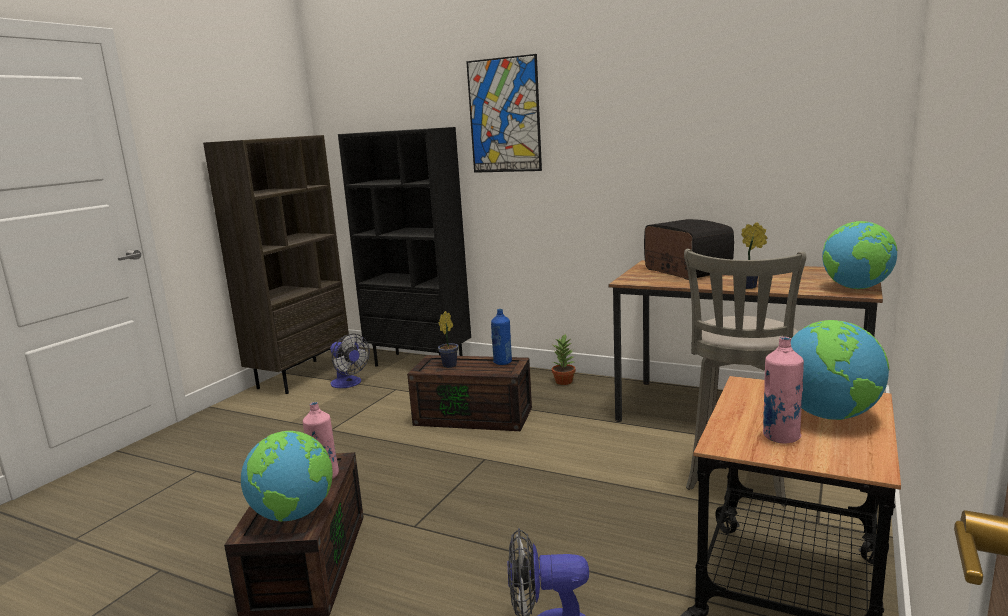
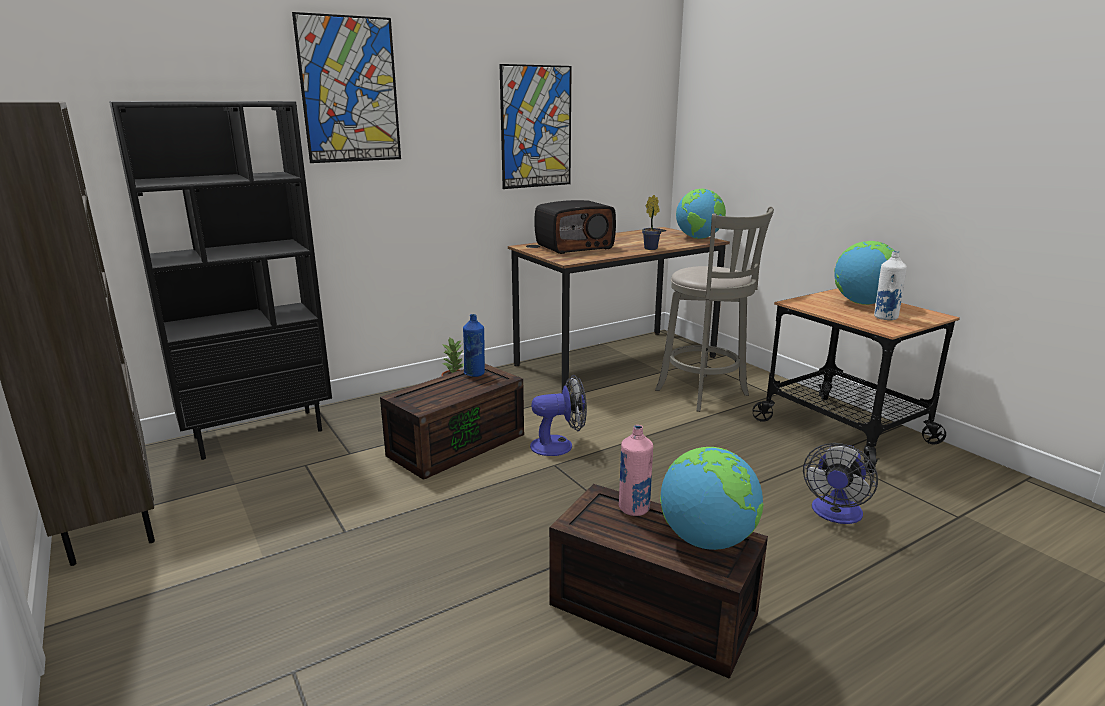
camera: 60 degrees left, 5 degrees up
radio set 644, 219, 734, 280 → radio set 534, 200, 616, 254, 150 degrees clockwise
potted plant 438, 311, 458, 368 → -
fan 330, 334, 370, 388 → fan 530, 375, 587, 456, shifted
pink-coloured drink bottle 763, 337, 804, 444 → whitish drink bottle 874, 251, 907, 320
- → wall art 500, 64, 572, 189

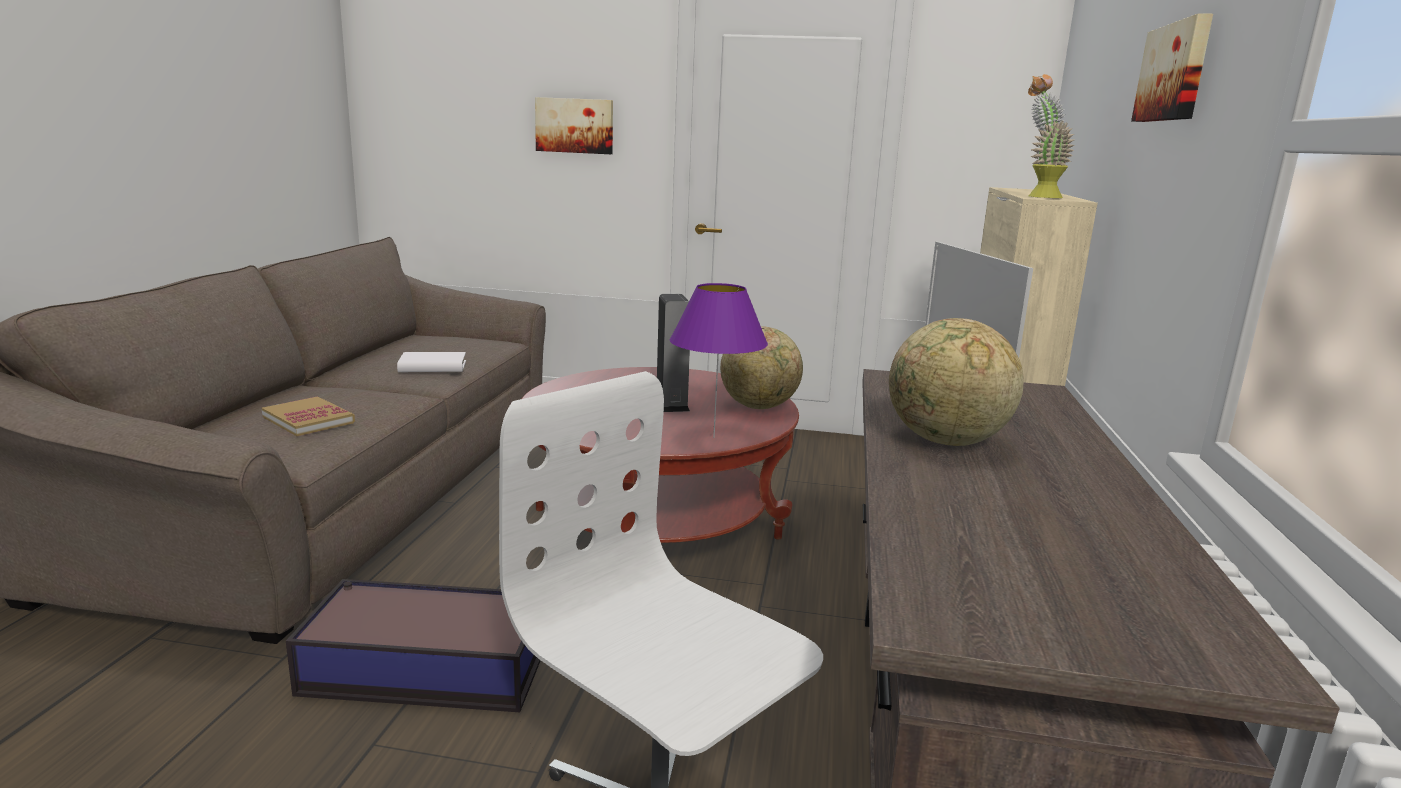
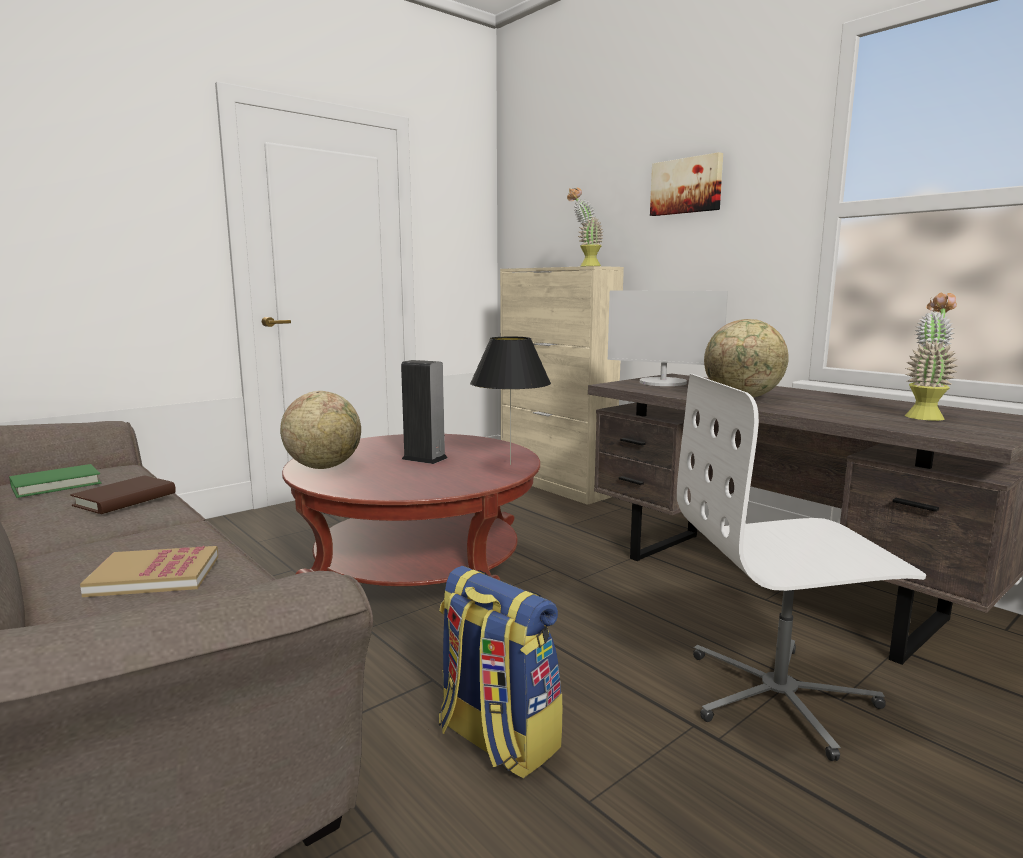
camera: 50 degrees left, 5 degrees down
wall art 535, 97, 613, 154 → -
purplish lamp for a table 669, 283, 768, 438 → blackish lamp for a table 470, 337, 551, 465
desk globe 720, 326, 803, 409 → desk globe 280, 391, 361, 469, shifted
whitish book 397, 352, 466, 372 → brown book 70, 475, 176, 514
storage box 286, 579, 541, 712 → rucksack 439, 566, 562, 778
- → potted plant 905, 293, 958, 421
- → greenish book 9, 464, 102, 498

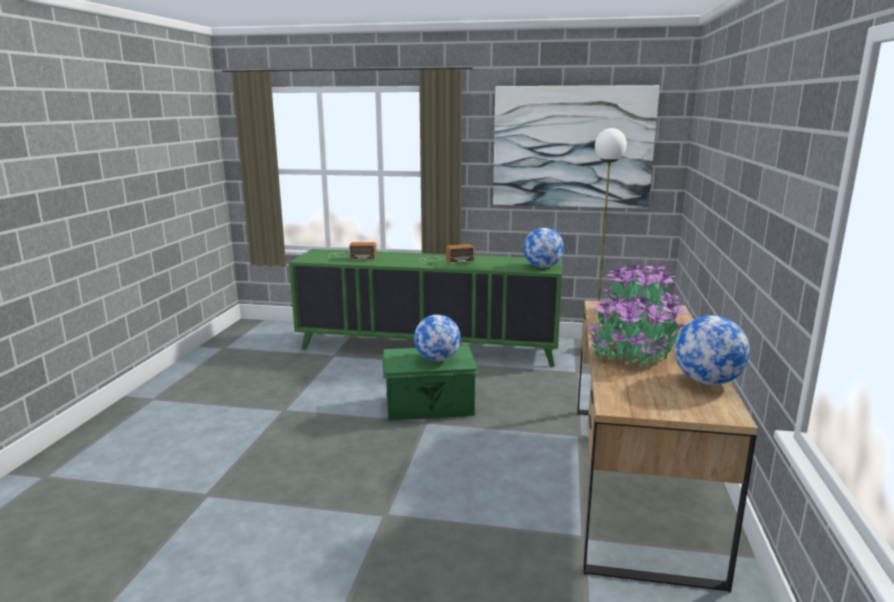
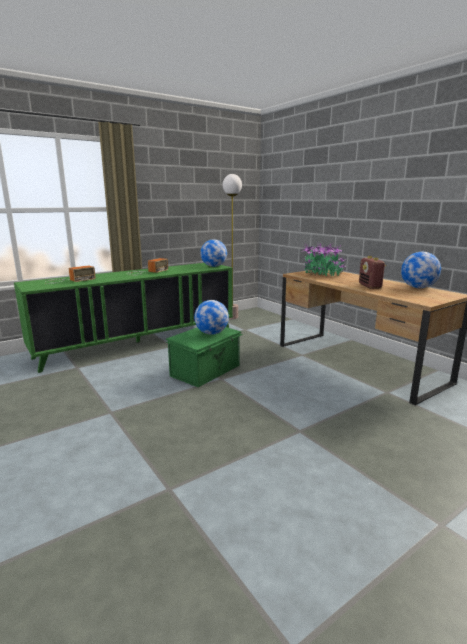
camera: 45 degrees left, 0 degrees up
wall art 493, 85, 660, 209 → -
potted plant 586, 290, 689, 368 → radio set 359, 256, 386, 289

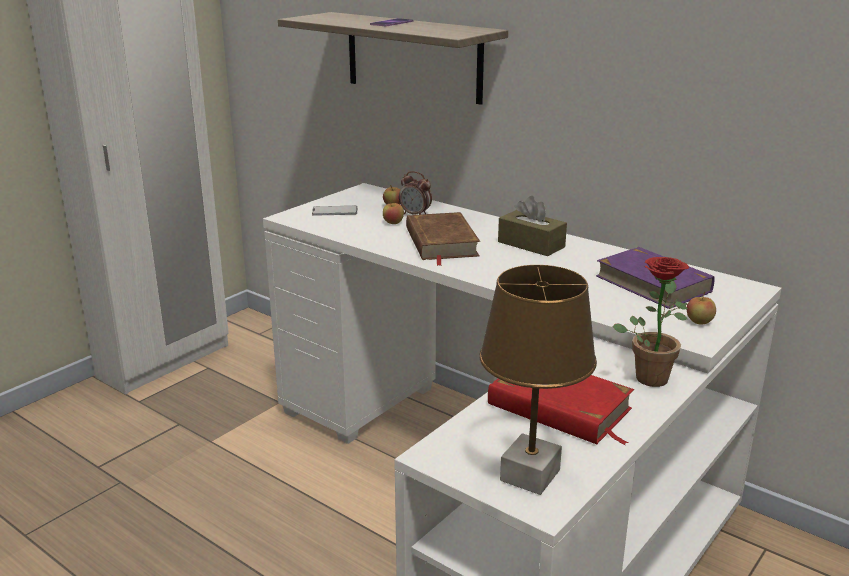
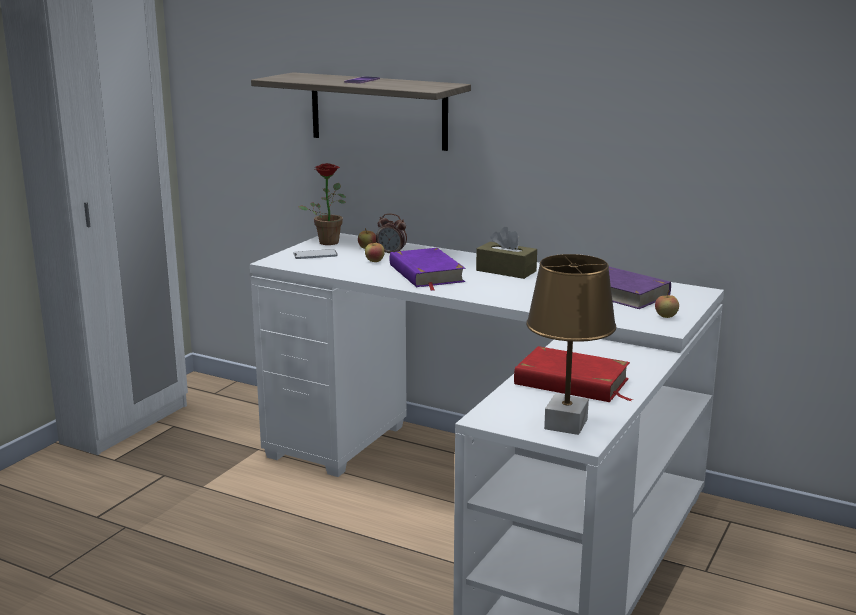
camera: 10 degrees left, 5 degrees down
brown book 406, 212, 480, 266 → purplish book 389, 248, 465, 291
potted plant 612, 257, 689, 387 → potted plant 299, 163, 347, 245, shifted

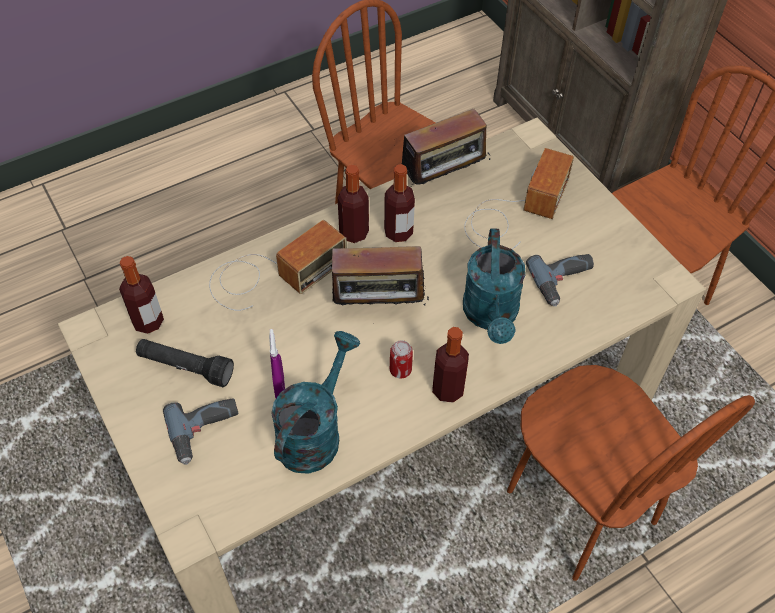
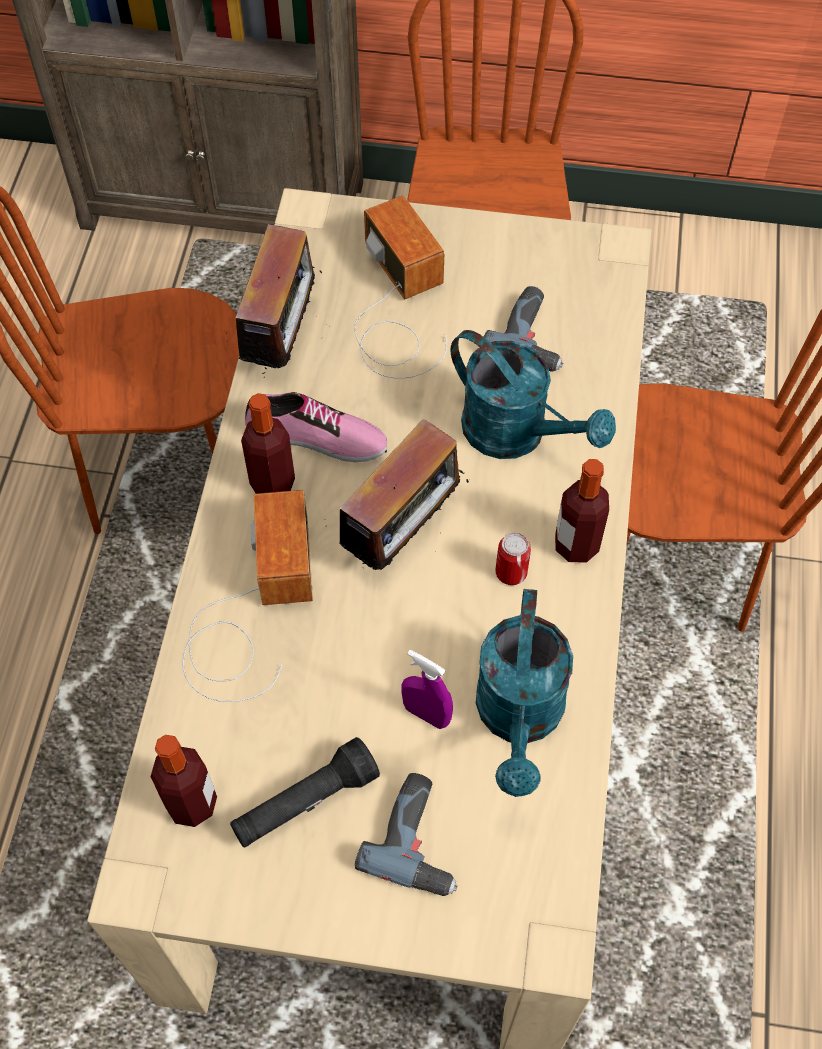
camera: 50 degrees left, 5 degrees up
drink bottle 384, 164, 415, 242 → shoe 245, 392, 387, 462
turquoise sprinkling can 271, 331, 360, 474 → turquoise sprinkling can 476, 589, 573, 797, 150 degrees counterclockwise

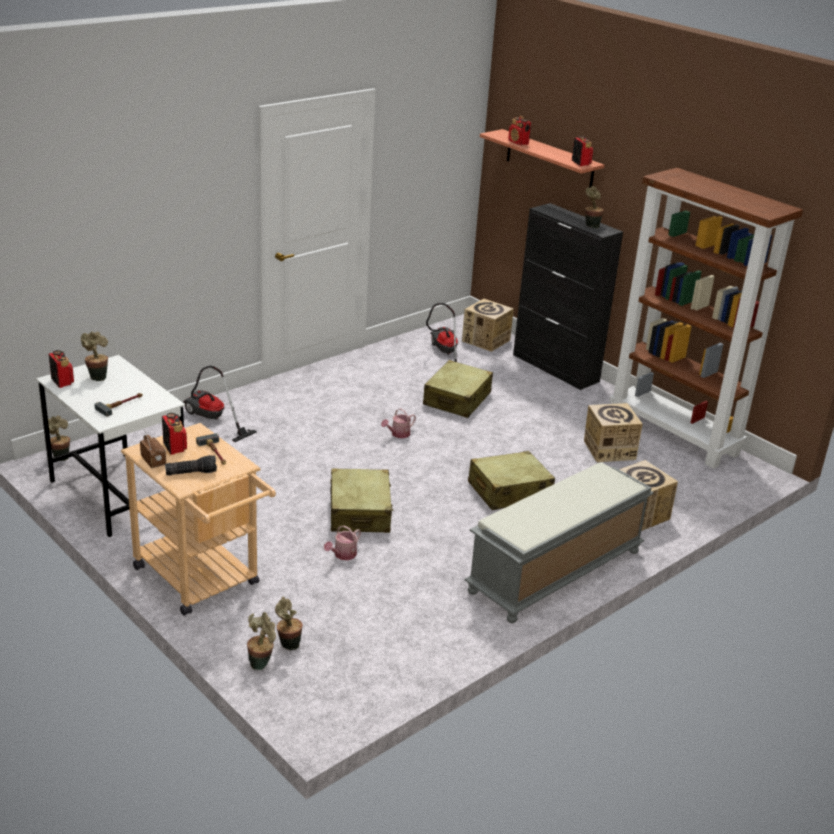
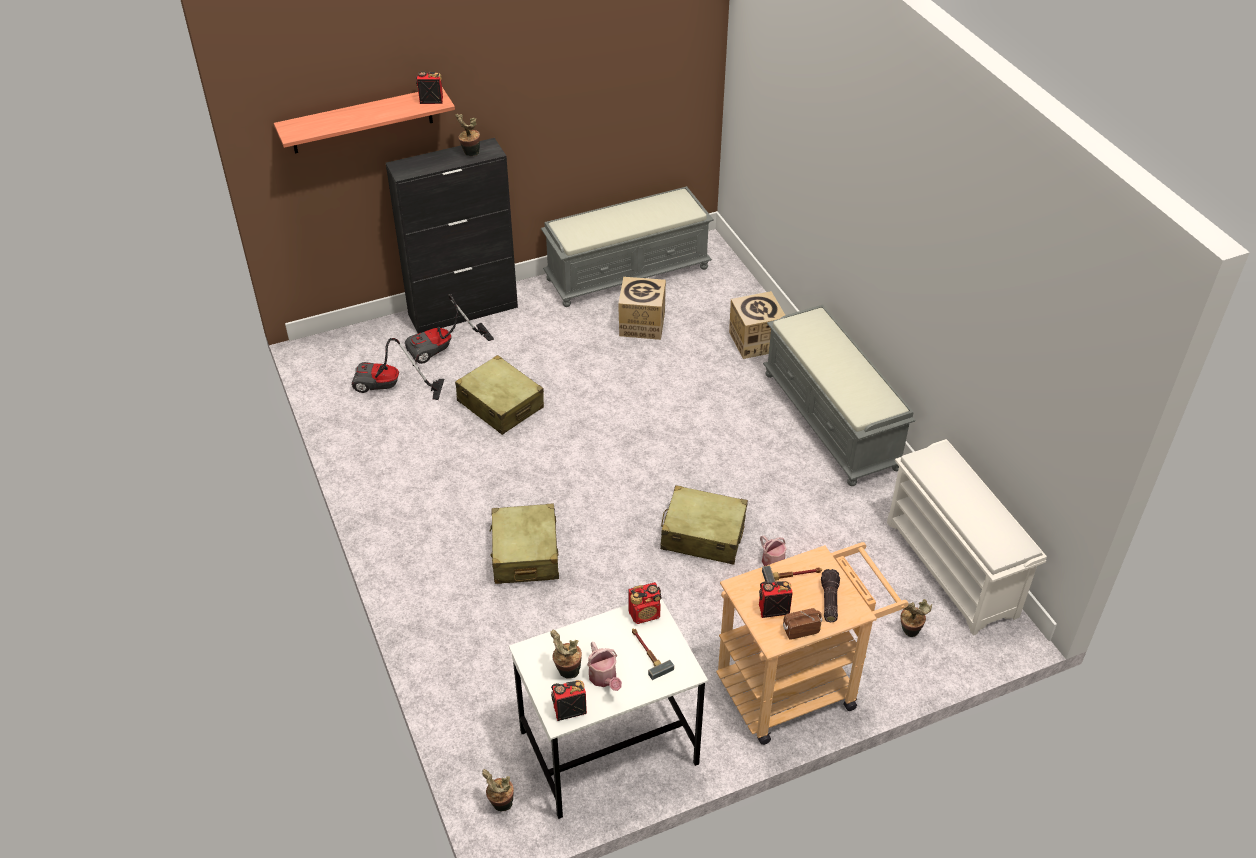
camera: 70 degrees left, 15 degrees up
radio set 508, 116, 531, 145 → radio set 628, 582, 662, 624, shifted
brown bookcase 609, 168, 803, 469 → greyish bench 541, 186, 714, 307
carton 462, 299, 514, 352 → -
vacuum cleaner 183, 366, 257, 442 → vacuum cleaner 405, 294, 494, 364, shifted
sprinkling can 381, 408, 416, 438 → sprinkling can 587, 642, 622, 691, shifted
sand-coloured travel case 468, 451, 555, 510 → sand-coloured travel case 490, 504, 559, 584, shifted
potted plant 247, 612, 276, 670 → -
- → whitish shoe shelf 887, 439, 1047, 635

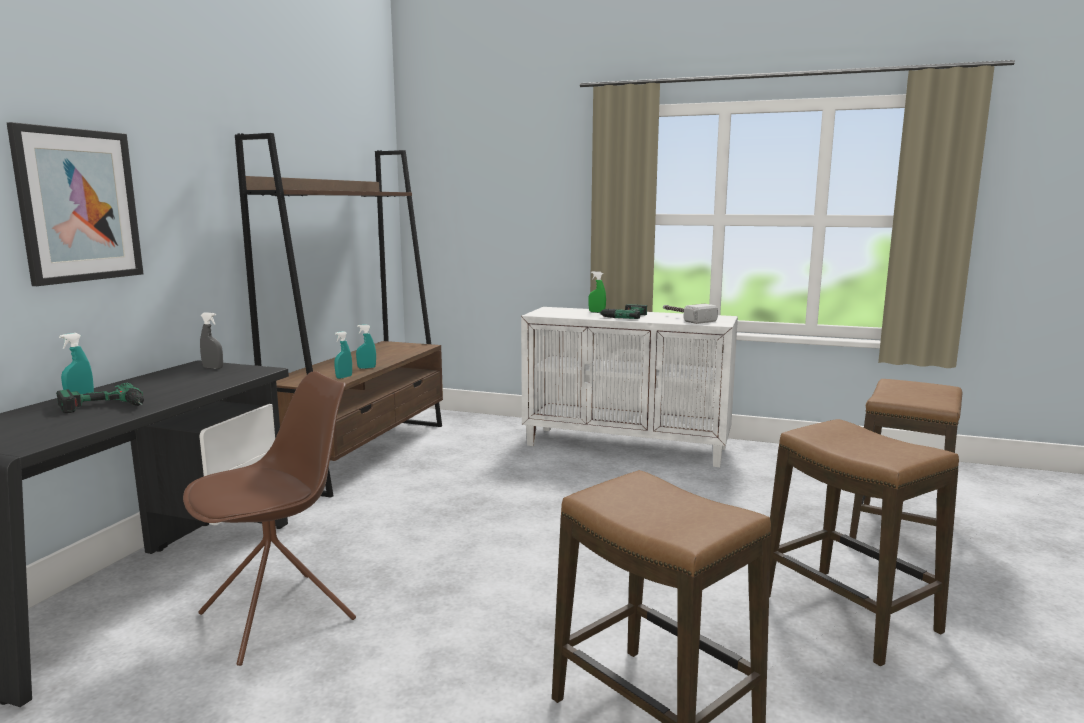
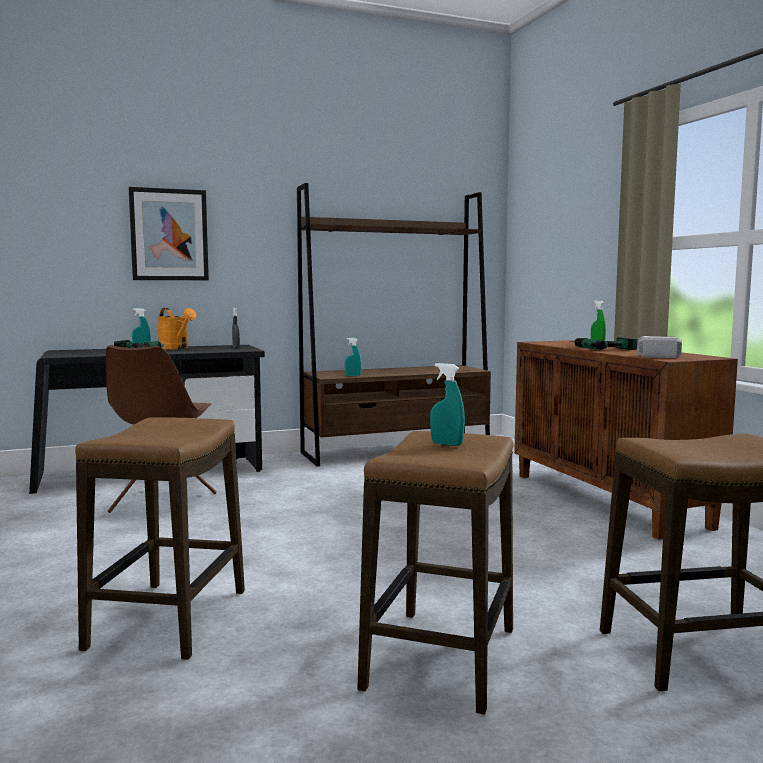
camera: 50 degrees right, 5 degrees down
whitish cabinet 521, 307, 738, 467 → brown cabinet 514, 340, 738, 540
turquoise sprayer 356, 324, 376, 369 → turquoise sprayer 430, 363, 465, 446, shifted
brown upright chair 183, 371, 356, 666 → brown upright chair 106, 345, 217, 513, 90 degrees clockwise
- → orange-coloured sprinkling can 157, 308, 196, 349

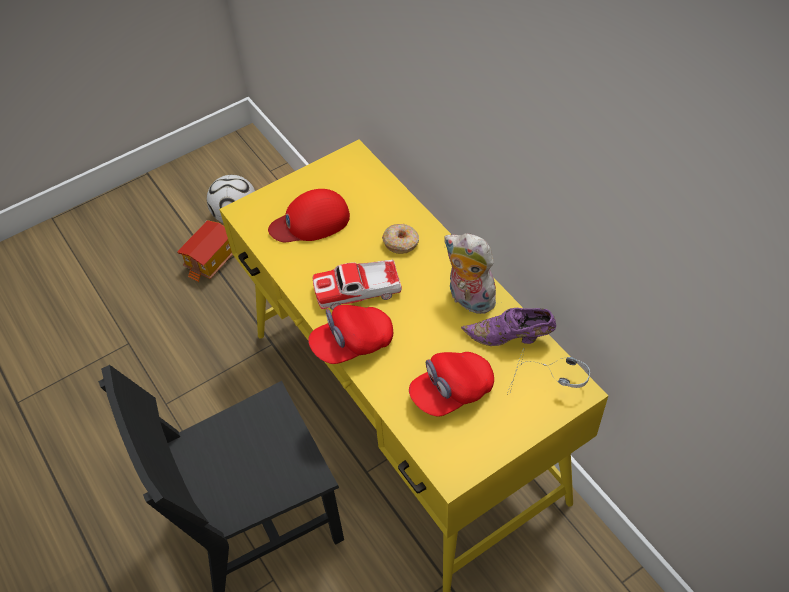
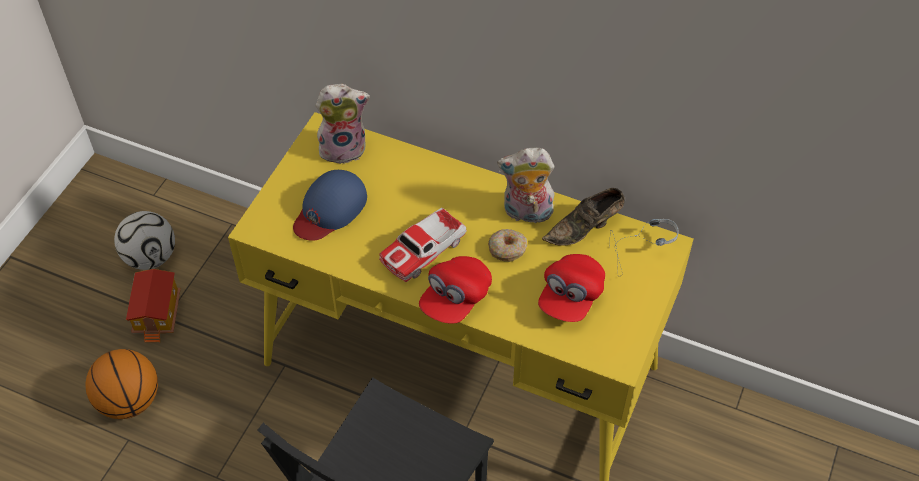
camera: 35 degrees left, 0 degrees up
red-coloured cap 268, 189, 350, 242 → blue cap 293, 170, 367, 241
donut 382, 224, 419, 254 → donut 488, 229, 527, 262, shifted
purplish shoe 461, 308, 556, 346 → brown shoe 542, 188, 625, 246
- → soft toy 316, 84, 370, 165
- → ball for basketball 85, 349, 158, 419

